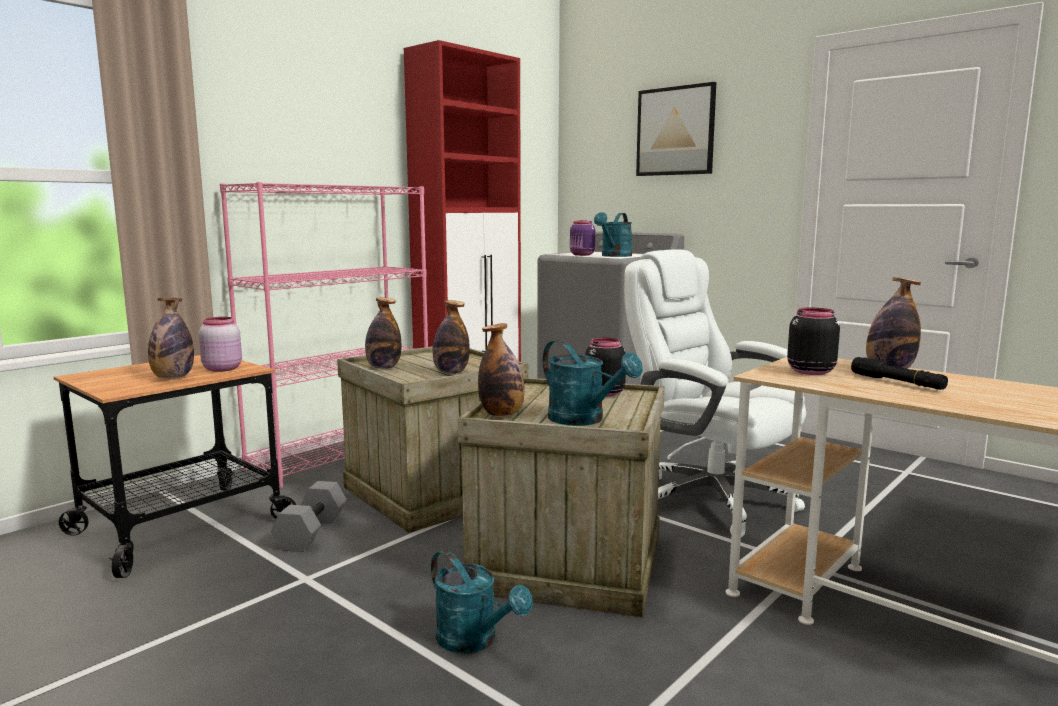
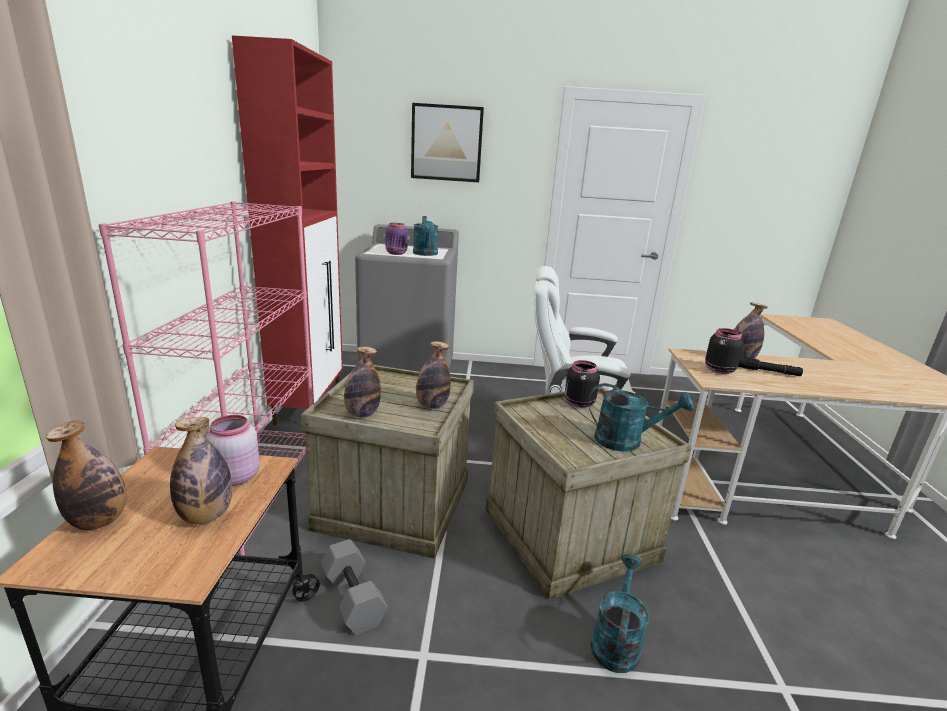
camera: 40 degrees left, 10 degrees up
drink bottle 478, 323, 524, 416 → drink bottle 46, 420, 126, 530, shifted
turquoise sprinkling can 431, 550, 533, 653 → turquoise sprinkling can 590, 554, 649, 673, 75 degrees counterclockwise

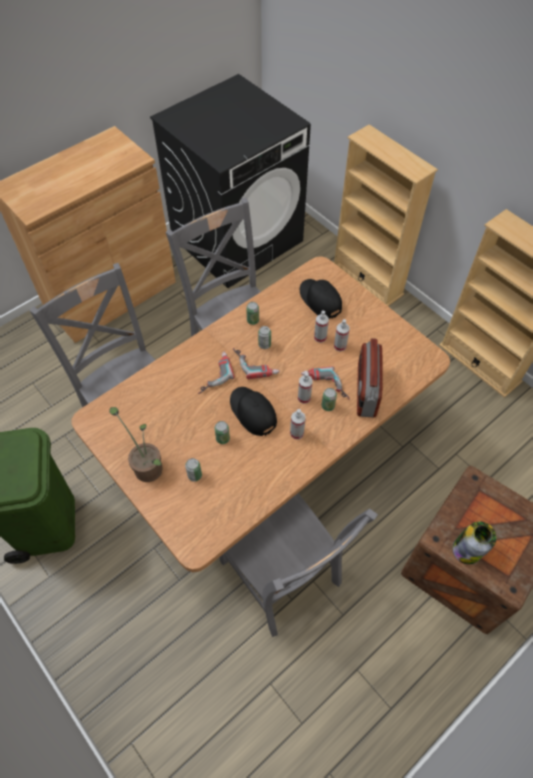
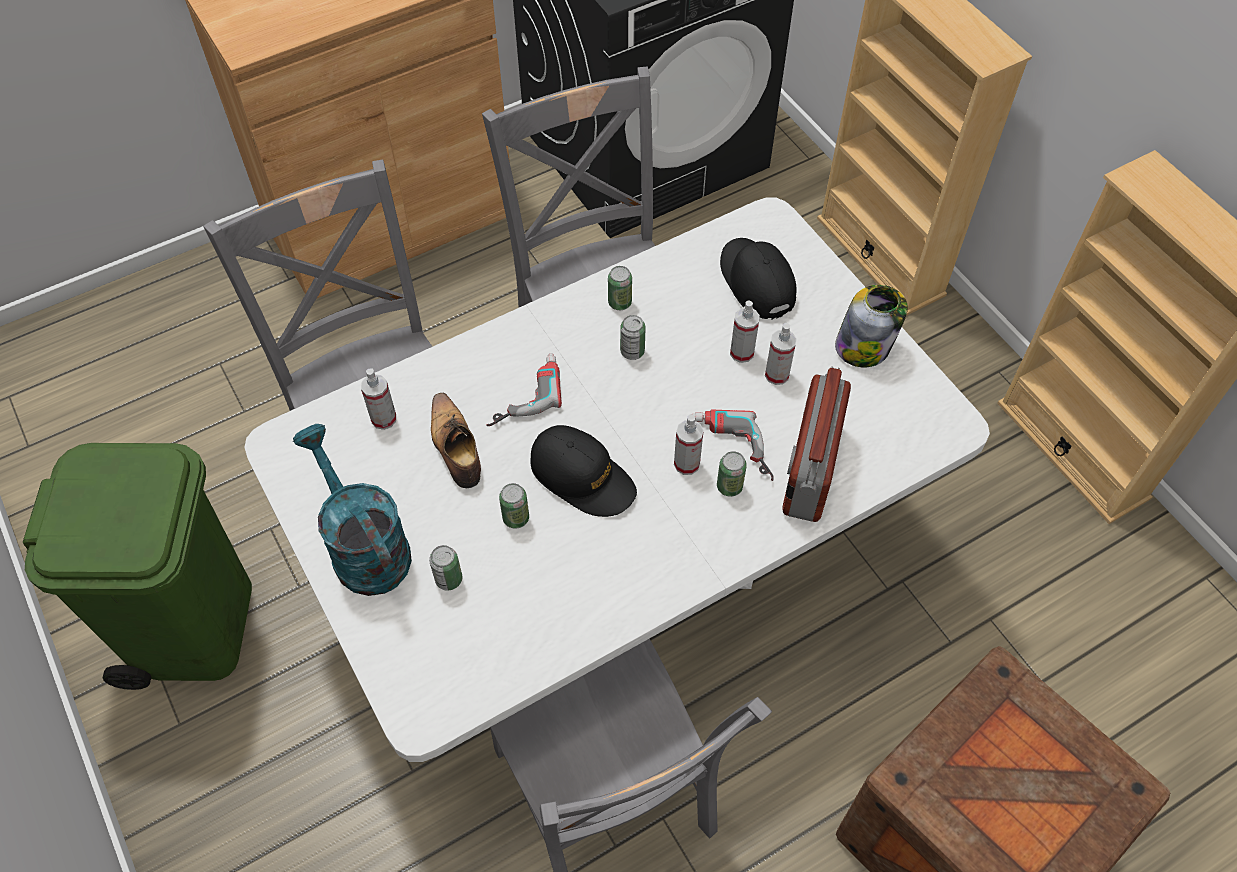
camera: 10 degrees right, 0 degrees up
brown dinner table 72, 256, 450, 572 → whitish dinner table 244, 198, 990, 762
electric drill 233, 348, 280, 379 → -
blackish cap 230, 387, 277, 436 → blackish cap 530, 425, 637, 517, 150 degrees clockwise
potted plant 109, 407, 163, 482 → turquoise sprinkling can 293, 424, 412, 596
sprayer 290, 409, 306, 439 → sprayer 361, 368, 396, 430, shifted
preserve jar 452, 521, 496, 564 → preserve jar 835, 285, 908, 367, shifted
- → shoe 431, 392, 481, 488

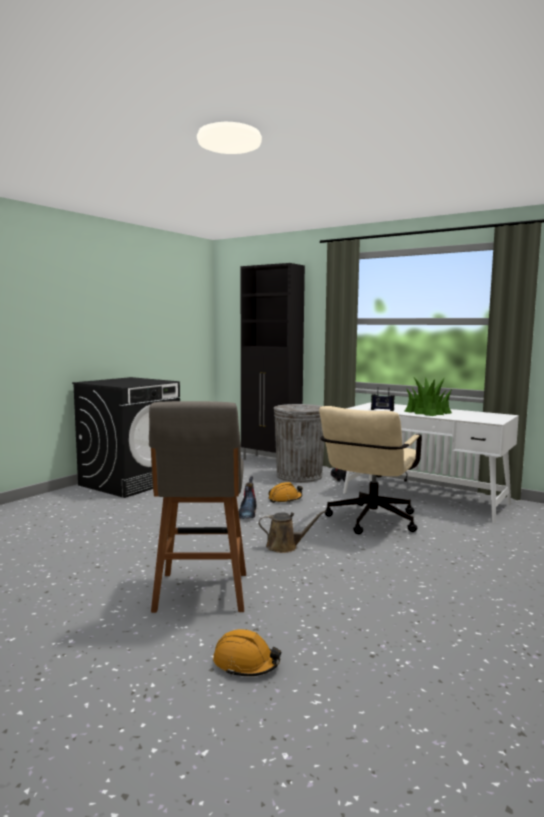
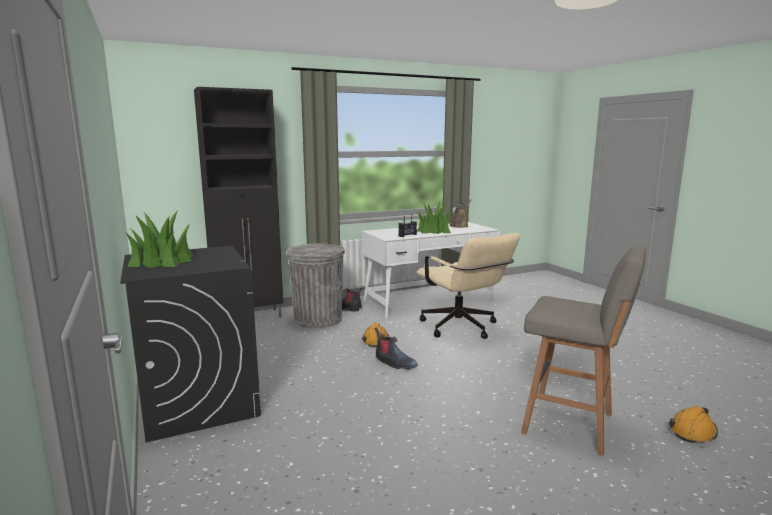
camera: 60 degrees left, 5 degrees up
brown sprinkling can 258, 510, 326, 553 → brown sprinkling can 449, 199, 472, 228, shifted
- → potted plant 126, 210, 193, 268

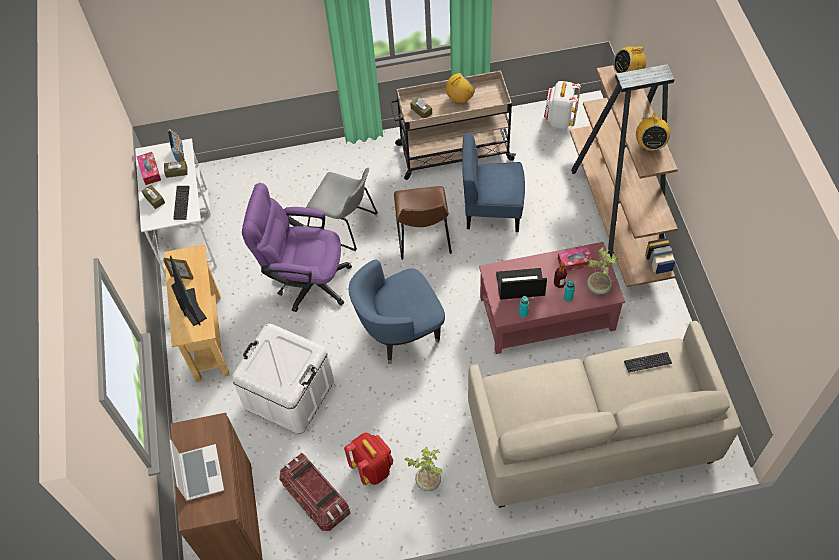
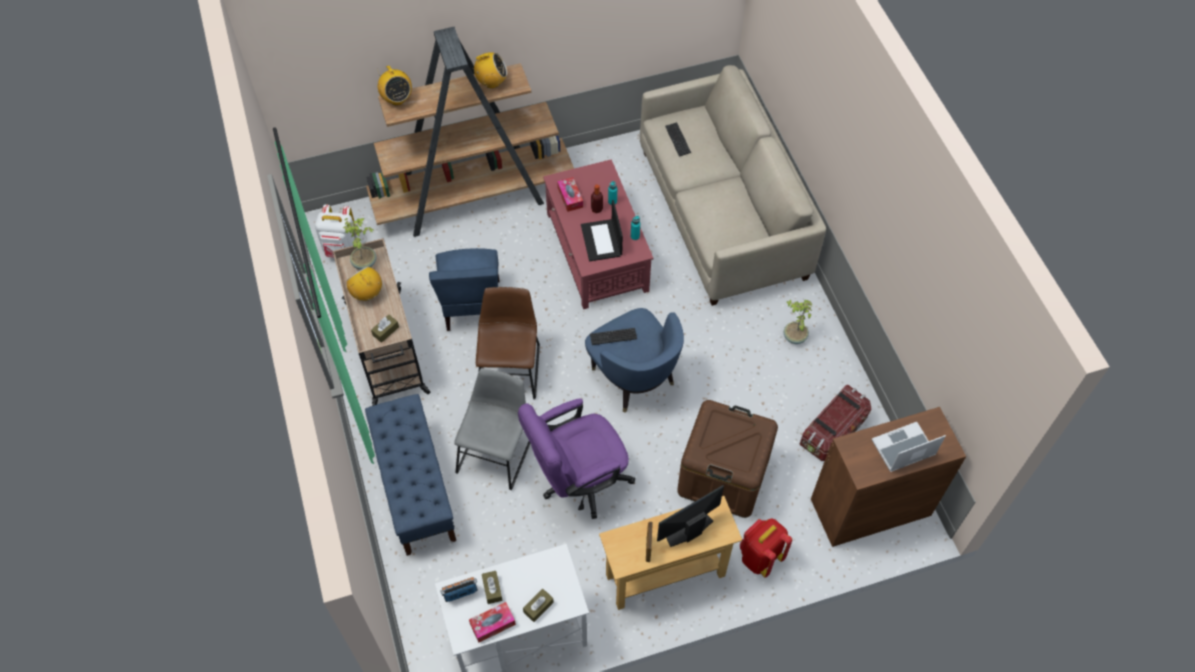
camera: 100 degrees left, 0 degrees up
purplish office chair 242, 183, 352, 312 → purplish office chair 518, 398, 635, 519, 60 degrees clockwise
computer keyboard 173, 186, 190, 220 → computer keyboard 590, 328, 637, 345, shifted
brown upright chair 394, 186, 452, 260 → brown upright chair 476, 287, 540, 400, 75 degrees counterclockwise
potted plant 587, 247, 623, 294 → potted plant 343, 218, 376, 270, shifted
whitish storage box 232, 324, 334, 434 → brown storage box 677, 400, 778, 518
red-coloured rucksack 344, 432, 393, 485 → red-coloured rucksack 740, 518, 792, 577, shifted
- → blue bench 365, 394, 456, 556

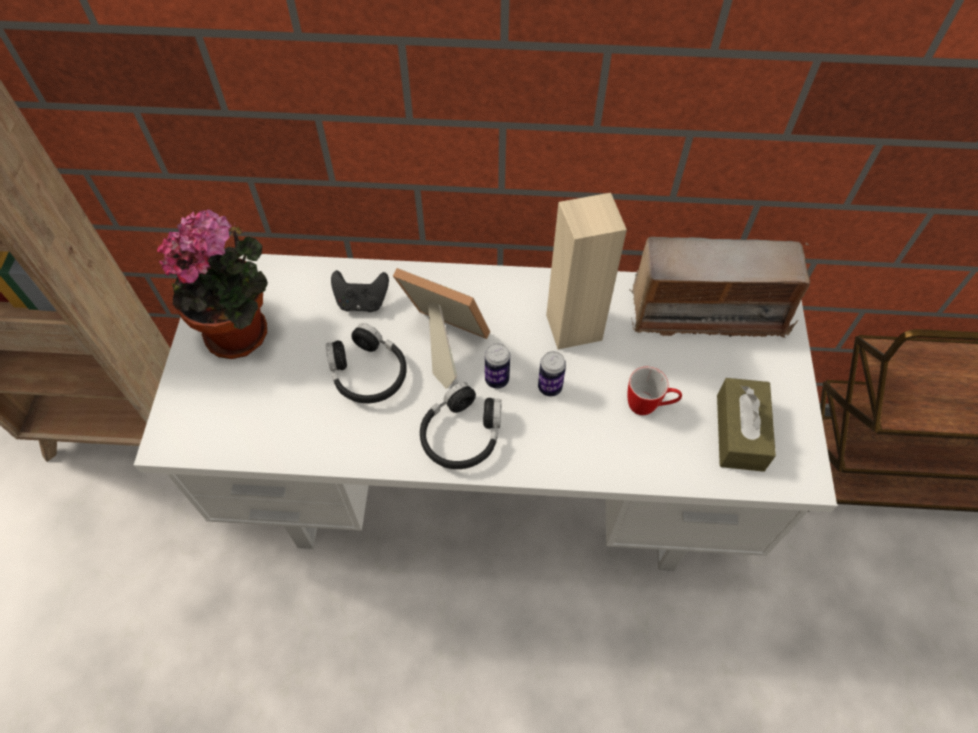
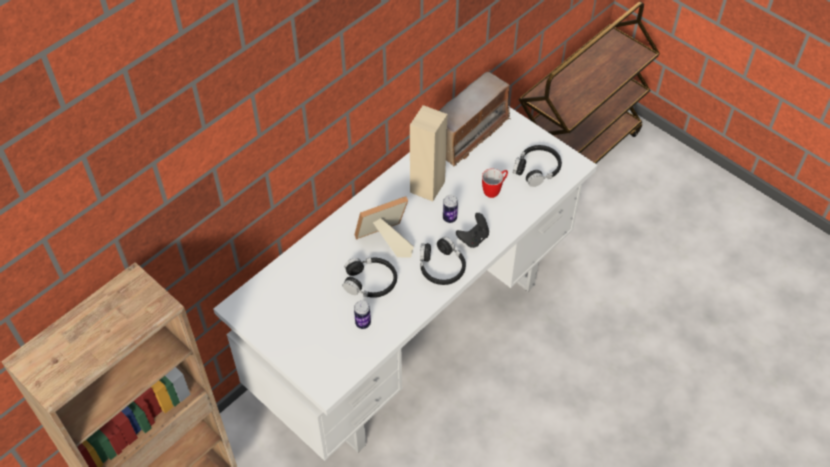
camera: 50 degrees left, 5 degrees down
potted plant 157, 209, 268, 359 → -
blackish gamepad 331, 270, 389, 312 → blackish gamepad 456, 213, 489, 248, shifted
can 485, 343, 510, 389 → can 354, 300, 371, 329, shifted
brown tissue box 717, 378, 776, 472 → blackish pair of headphones 513, 145, 562, 187

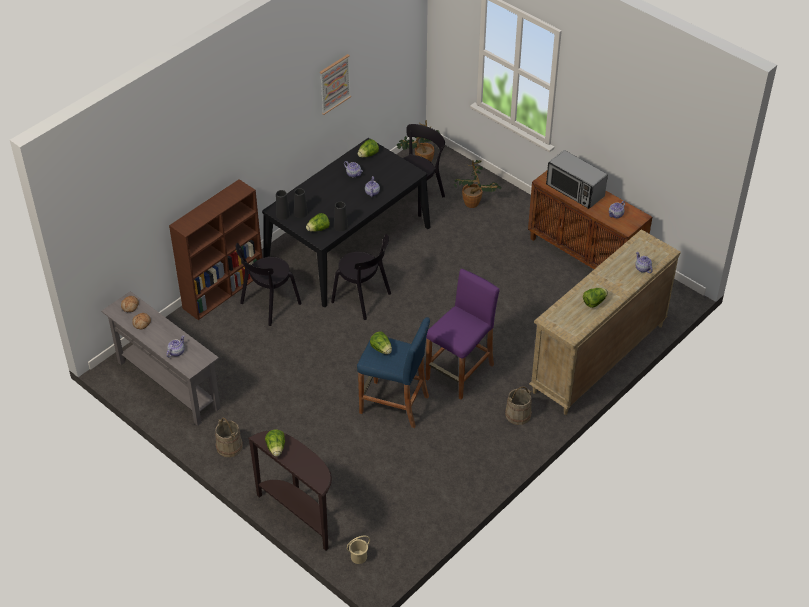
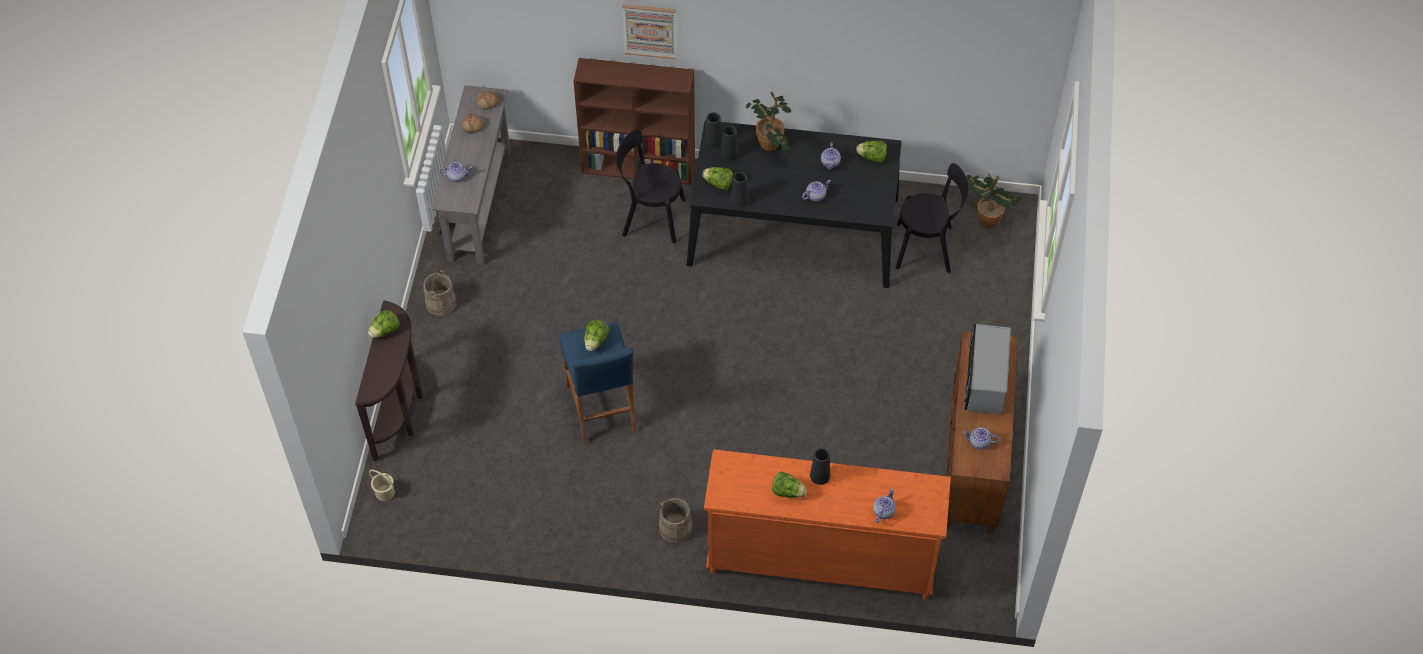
camera: 55 degrees right, 10 degrees up
wall art 320, 54, 351, 115 → wall art 622, 4, 677, 59, shifted
potted plant 454, 160, 501, 208 → potted plant 746, 91, 791, 151, shifted
sand-coloured drawer chest 529, 229, 681, 415 → orange-coloured drawer chest 704, 449, 951, 600
blackish upright chair 331, 234, 391, 320 → -
purplish sitting stool 426, 269, 499, 400 → -
- → blackish decorative vase 810, 448, 830, 485

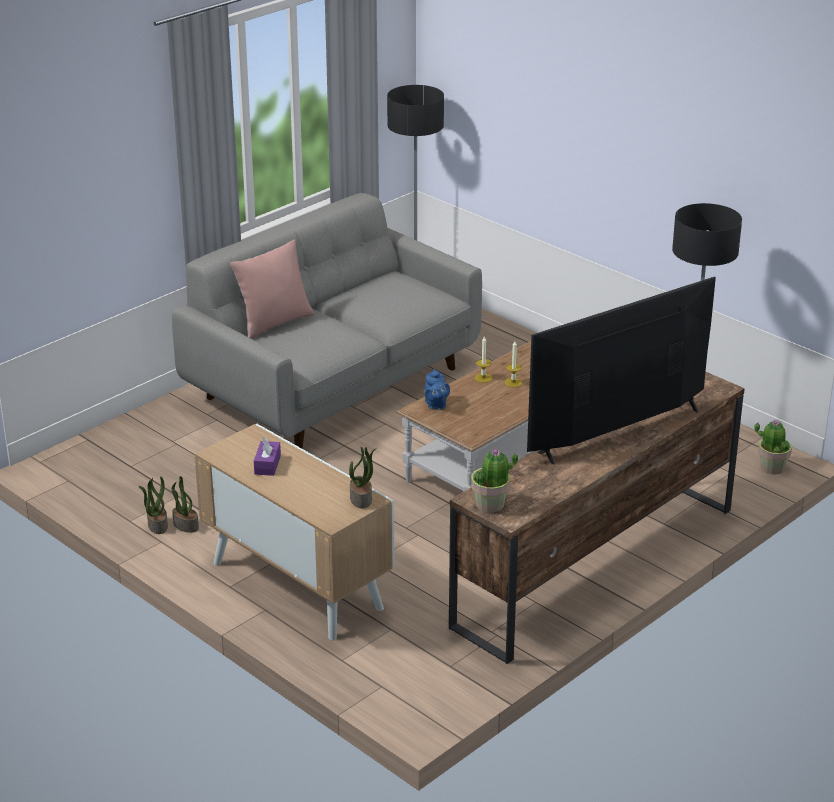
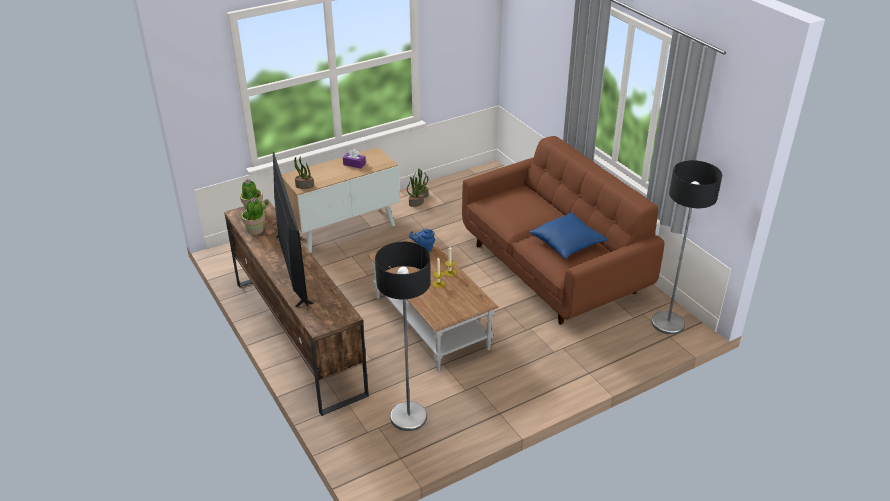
camera: 105 degrees right, 5 degrees up
greyish sofa 172, 193, 482, 448 → brown sofa 462, 136, 664, 325
pink-coloured cushion 230, 240, 314, 339 → -
potted plant 754, 419, 792, 474 → potted plant 241, 197, 269, 235, shifted
- → blue cushion 529, 213, 608, 259

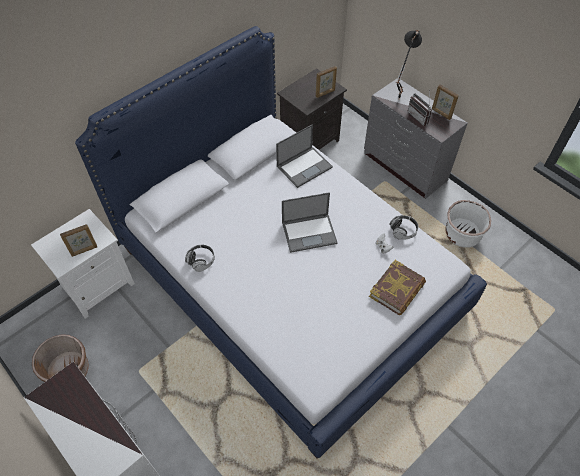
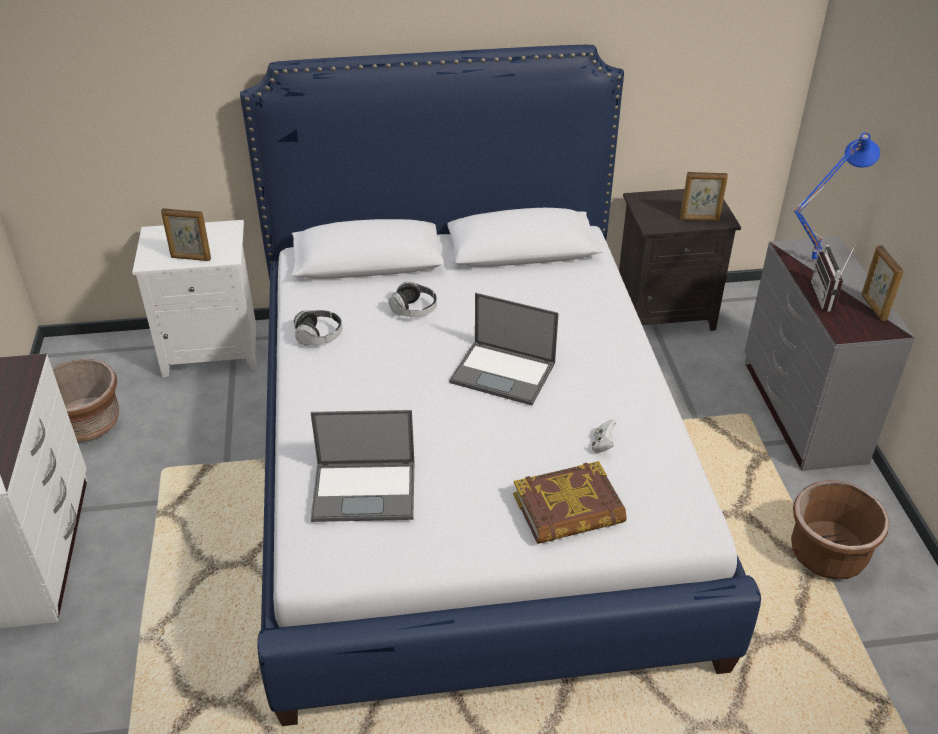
camera: 35 degrees right, 15 degrees down
blackish lamp for a table 397, 30, 422, 98 → blue lamp for a table 793, 132, 880, 262
notebook computer 276, 124, 333, 188 → notebook computer 311, 410, 414, 522, shifted
whitish plant pot 445, 200, 491, 248 → brown plant pot 791, 480, 889, 580
pair of headphones 389, 215, 418, 240 → pair of headphones 389, 281, 437, 317, shifted

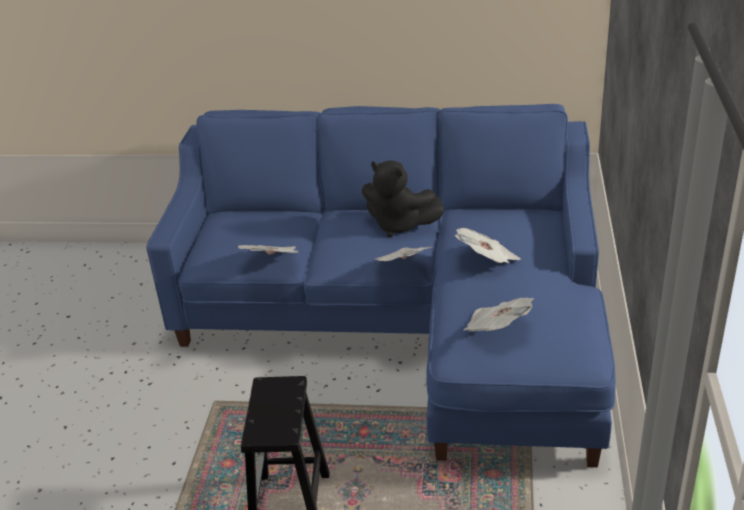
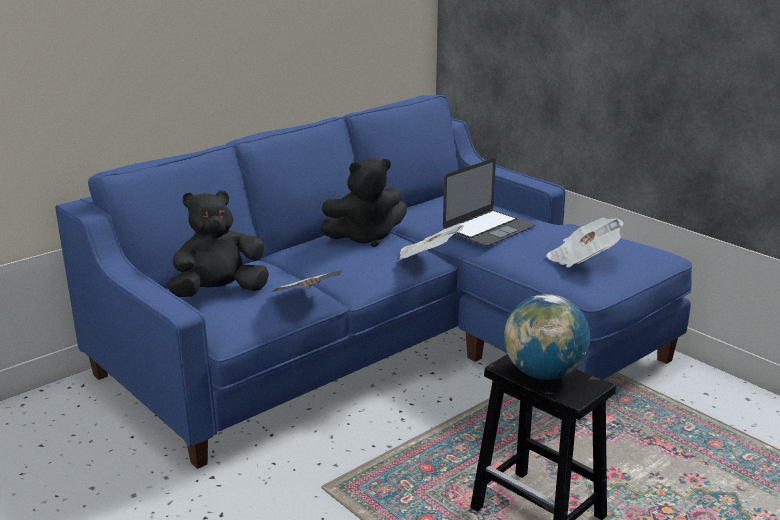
camera: 50 degrees left, 10 degrees down
newspaper 454, 228, 521, 263 → notebook computer 443, 158, 535, 246
- → blackish soft toy 167, 190, 269, 297
- → desk globe 504, 294, 590, 380

